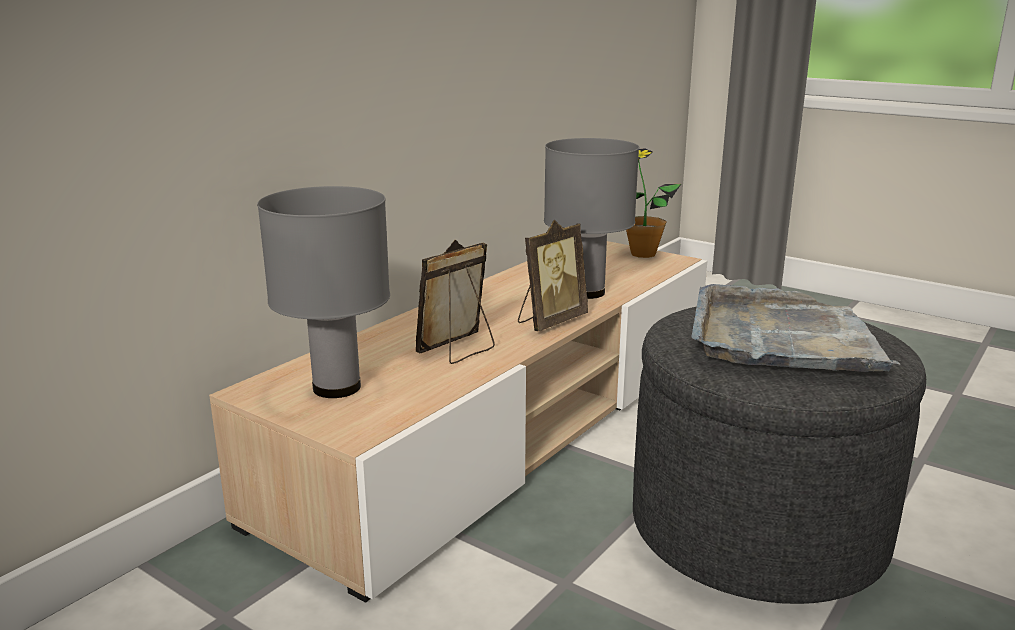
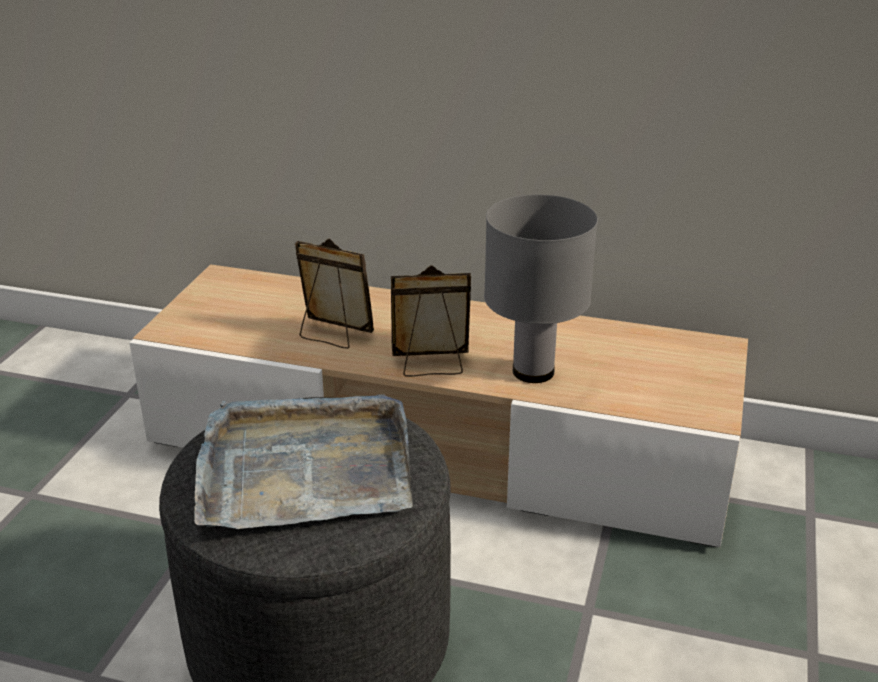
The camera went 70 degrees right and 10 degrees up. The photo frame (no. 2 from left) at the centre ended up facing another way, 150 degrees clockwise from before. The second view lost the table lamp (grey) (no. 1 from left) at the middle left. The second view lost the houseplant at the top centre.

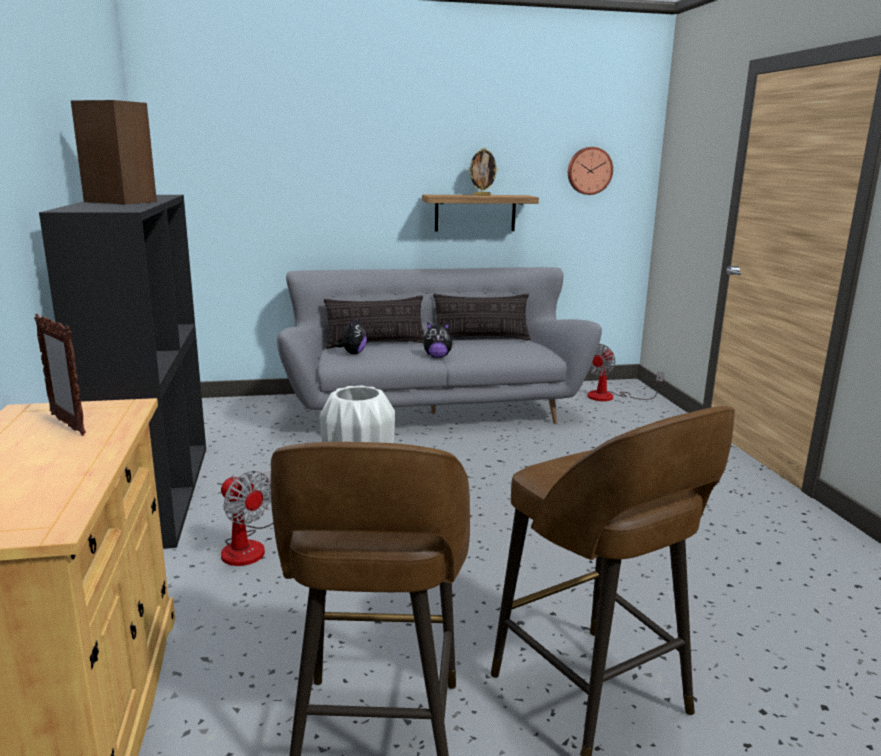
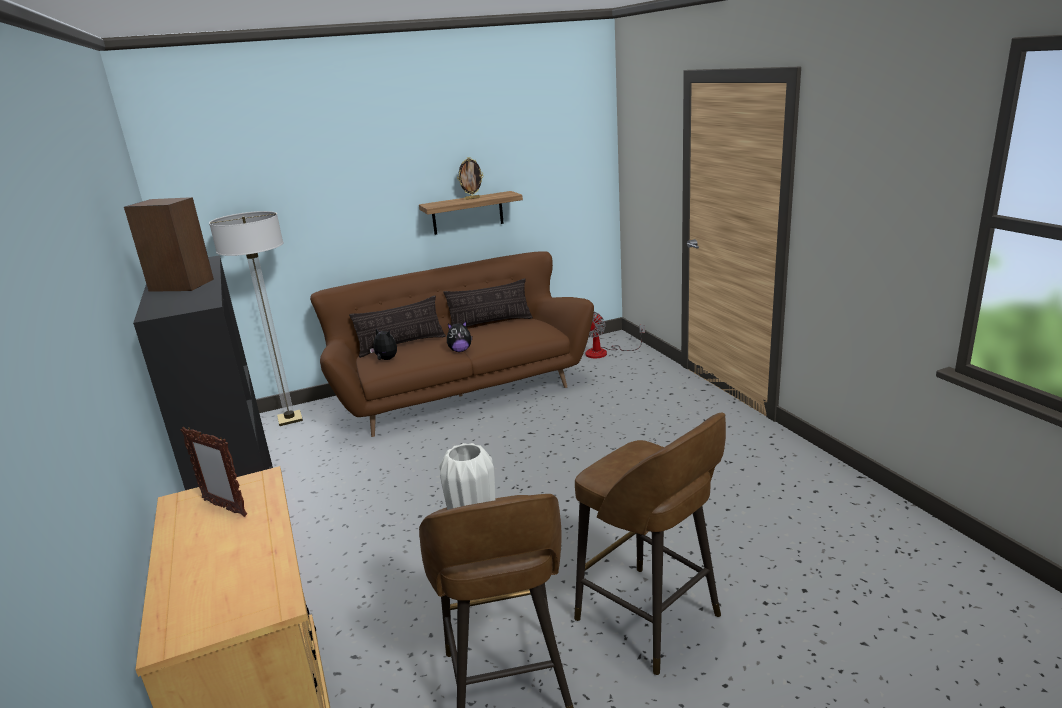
The camera went 10 degrees left and 5 degrees up. The second view gained the standard lamp at the middle left. What was the couch (grey) at the centre turned into the couch (brownish) at the centre. The plush toy (no. 1 from left) at the centre ended up facing another way, 60 degrees counterclockwise from before. The second view lost the fan (no. 1 from left) at the bottom left. The second view lost the wall clock at the top right.

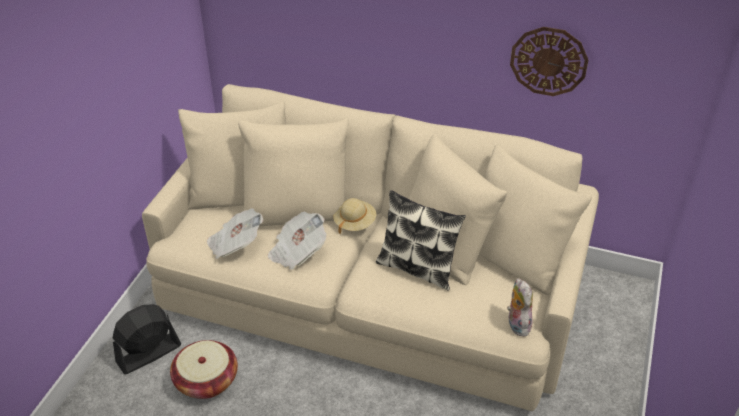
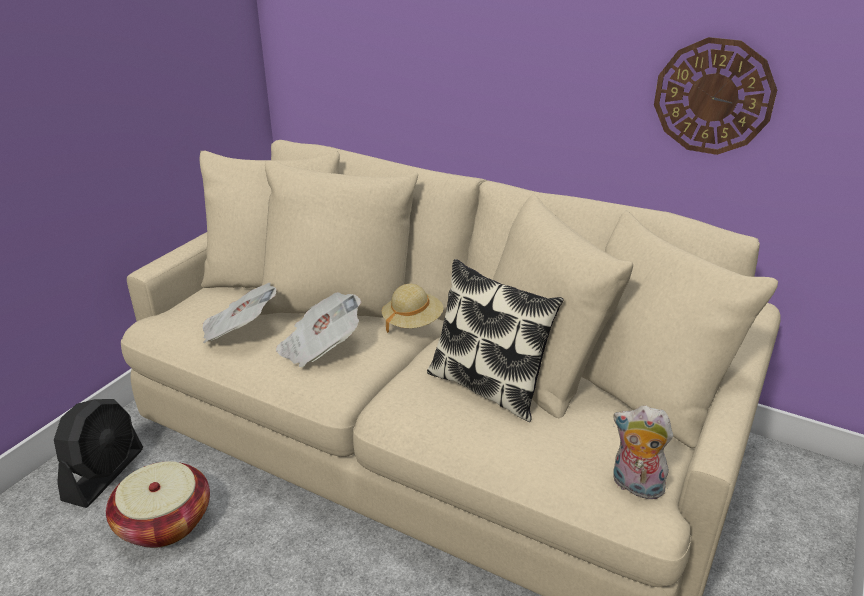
The camera went 10 degrees right and 10 degrees down. The fan (blackish) at the bottom left ended up facing another way, 135 degrees clockwise from before. The plush toy at the bottom right ended up facing another way, 60 degrees counterclockwise from before.

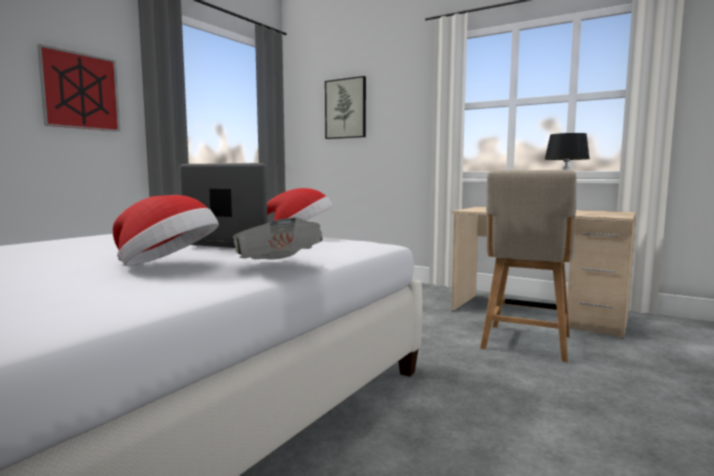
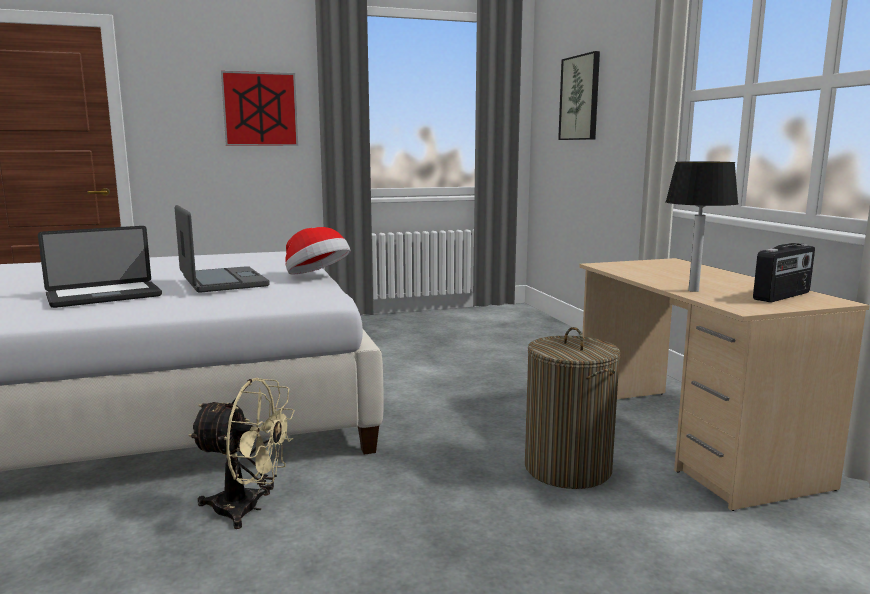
The camera went 40 degrees right and 5 degrees up. Where the wearable hat (no. 1 from left) stood at the middle left, the laptop (no. 1 from left) came to stand at the middle left. The second view gained the fan (sand-coloured) at the bottom left. Where the upright chair (sand-coloured) stood at the middle right, the laundry basket came to stand at the bottom centre. The second view gained the radio at the middle right. The second view lost the newspaper at the centre.

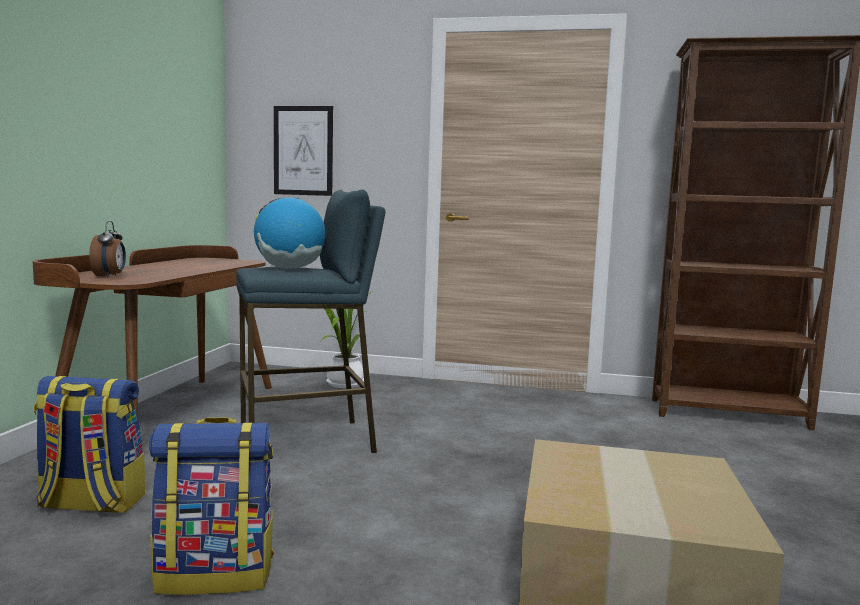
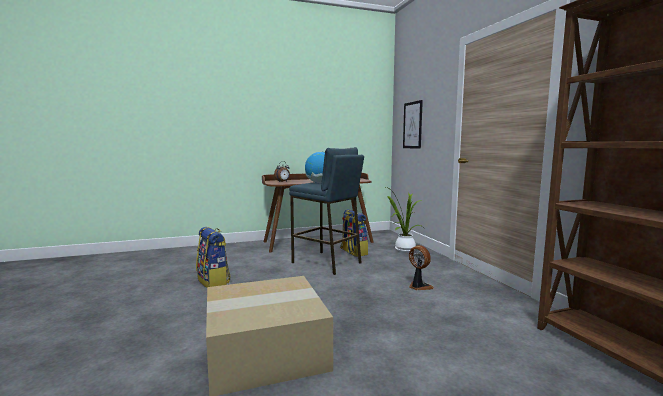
The camera went 60 degrees right and 0 degrees up. The knapsack (no. 1 from left in the first image) ended up elsewhere, having gone from the bottom left to the centre. The second view gained the fan at the bottom centre.

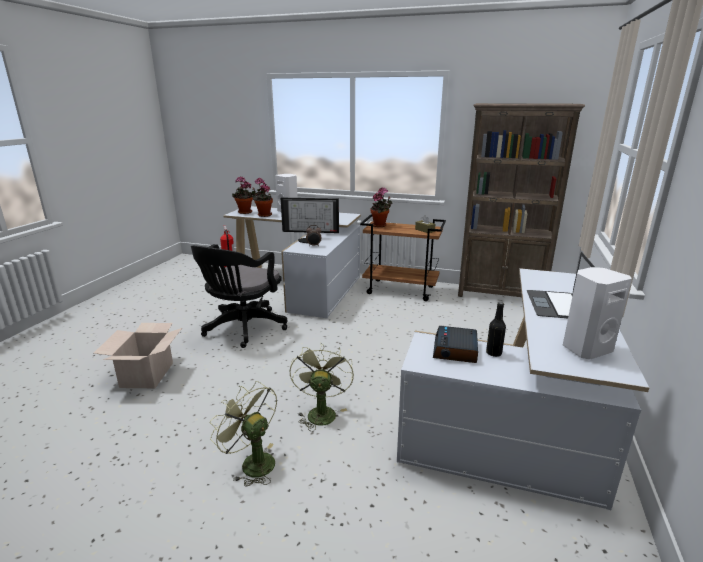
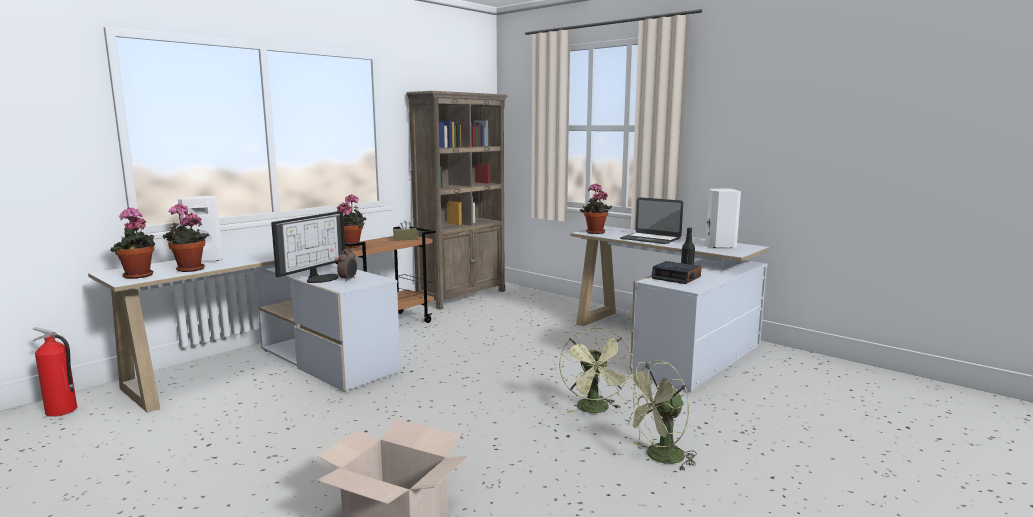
The camera went 65 degrees left and 10 degrees down. The fan (green-coloured) (no. 2 from left in the first image) at the bottom centre ended up facing another way, 120 degrees counterclockwise from before. The second view gained the houseplant (no. 4 from left) at the centre. The second view lost the desk chair (blackish) at the centre.

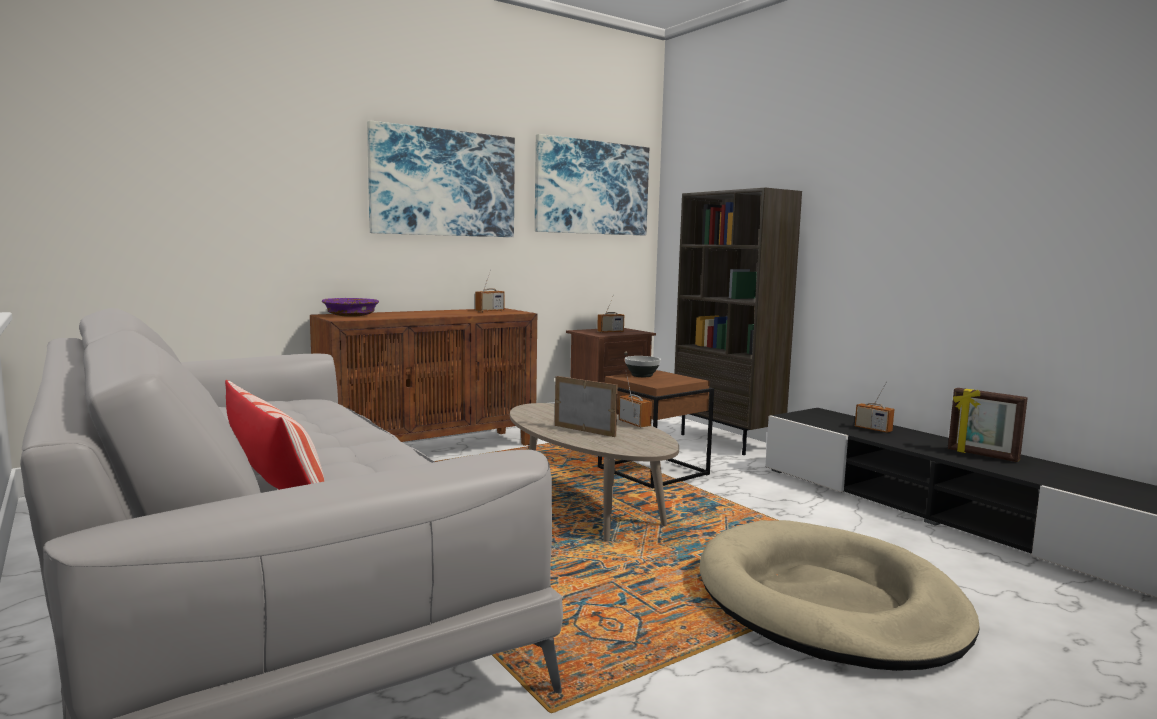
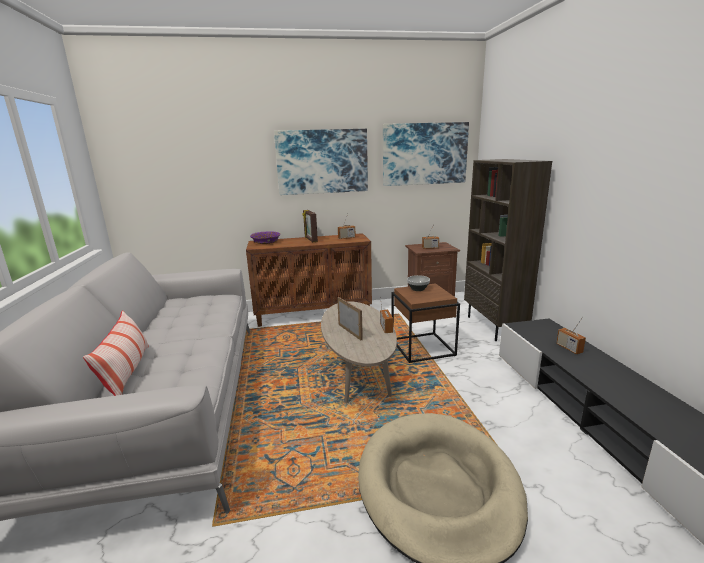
The camera went 25 degrees right and 10 degrees up. The photo frame (no. 2 from left in the first image) ended up elsewhere, having gone from the middle right to the centre.

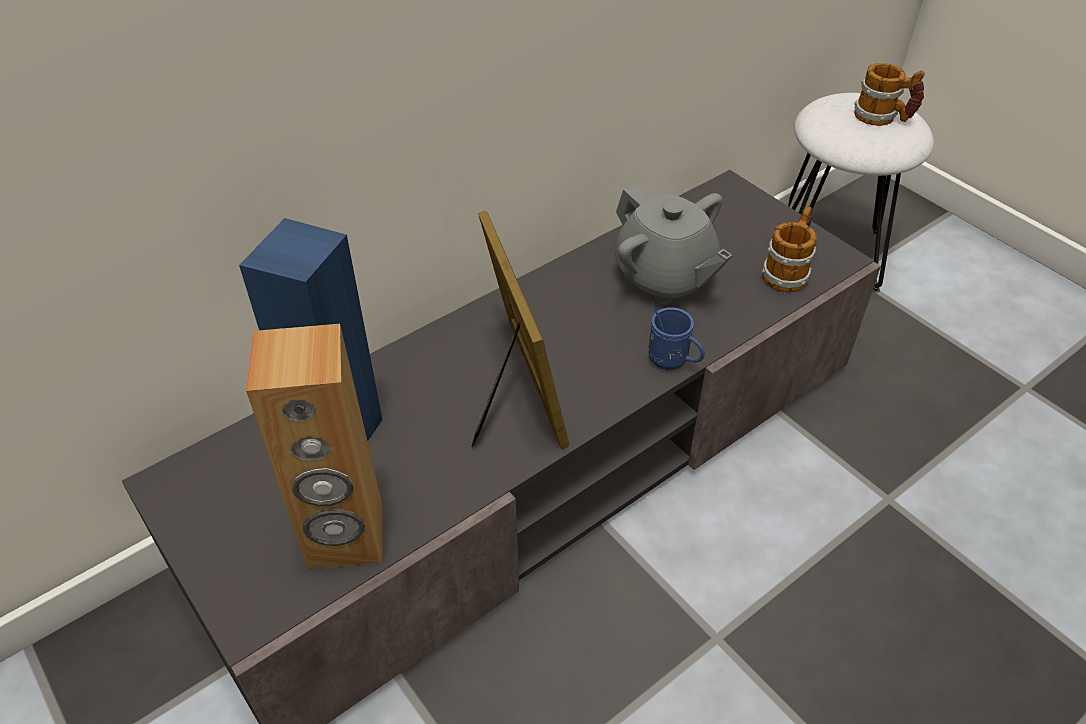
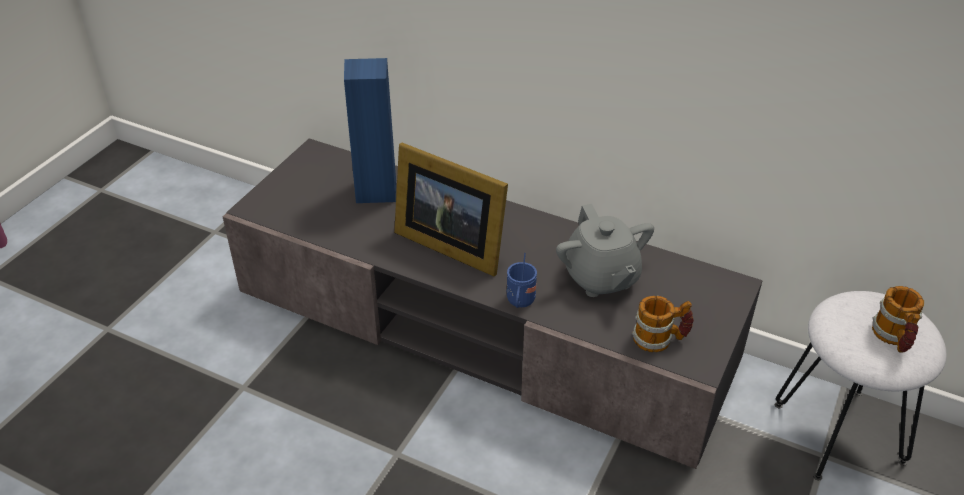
The camera went 65 degrees right and 5 degrees down. The photo frame at the centre ended up facing another way, 75 degrees clockwise from before. The pot for tea (grey) at the centre ended up facing another way, 45 degrees counterclockwise from before. The second view lost the loudspeaker (brownish) at the middle left.

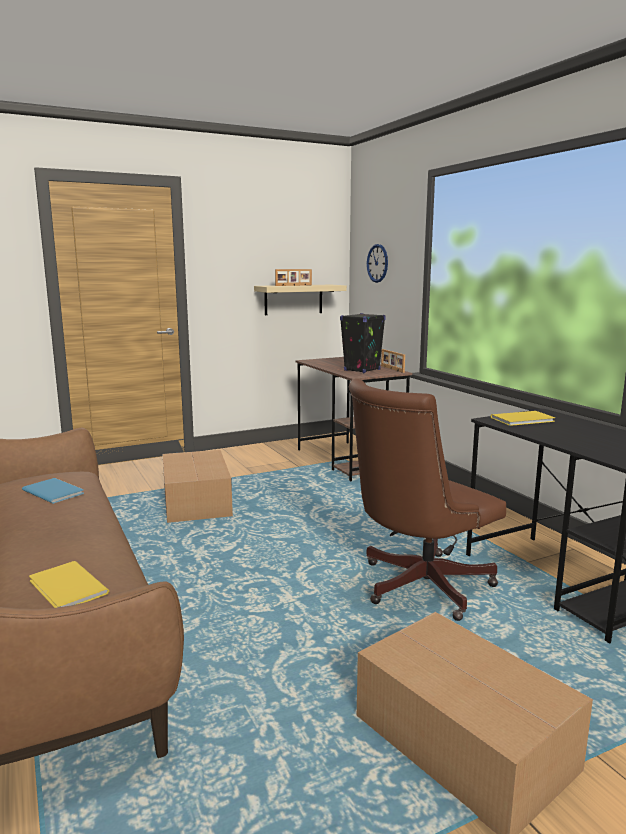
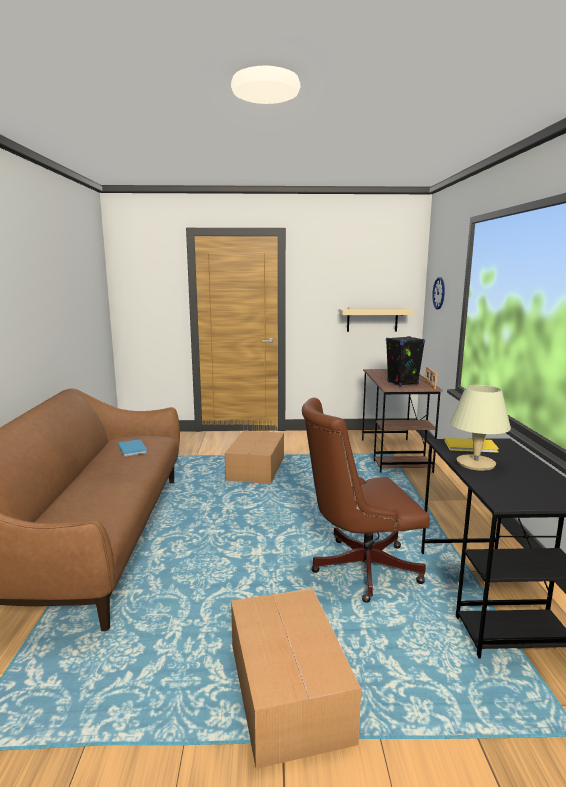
The camera went 25 degrees right and 0 degrees up. The second view gained the table lamp (sand-coloured) at the middle right. The second view lost the bound book (yellow) (no. 1 from left) at the bottom left. The second view lost the photo frame (no. 1 from left) at the top centre.

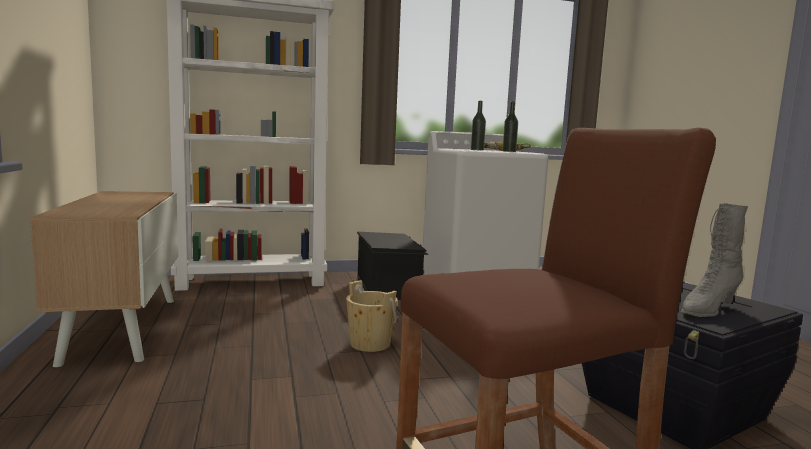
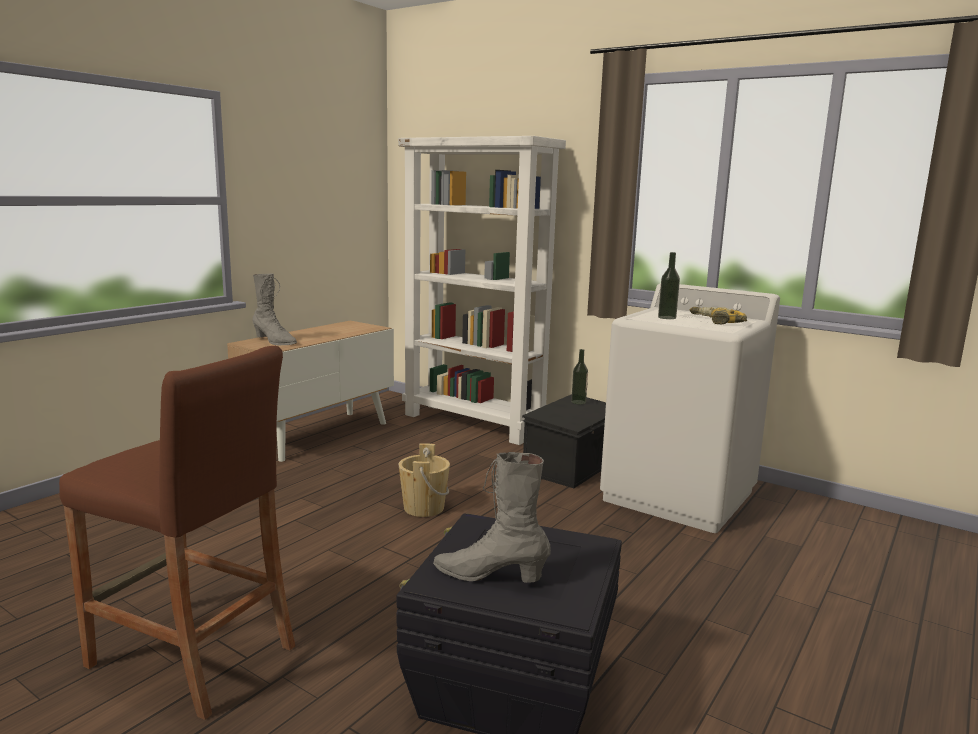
The camera went 50 degrees right and 5 degrees up. The second view gained the boot (grey) (no. 1 from left) at the middle left. The drink bottle (no. 2 from left in the first image) ended up elsewhere, having gone from the top centre to the centre.

